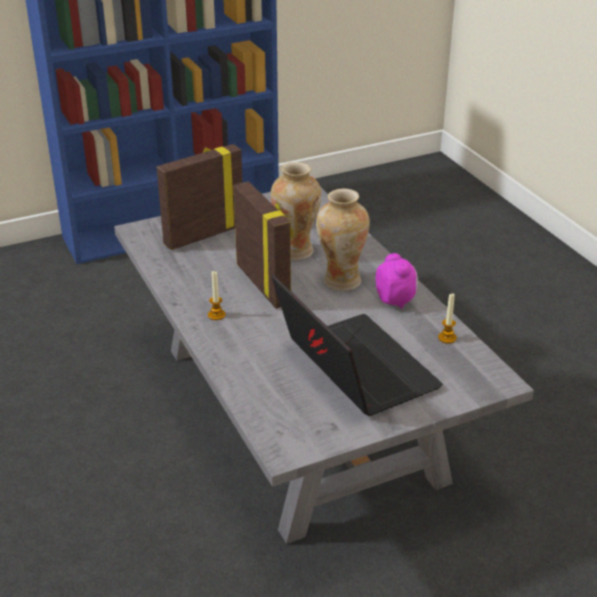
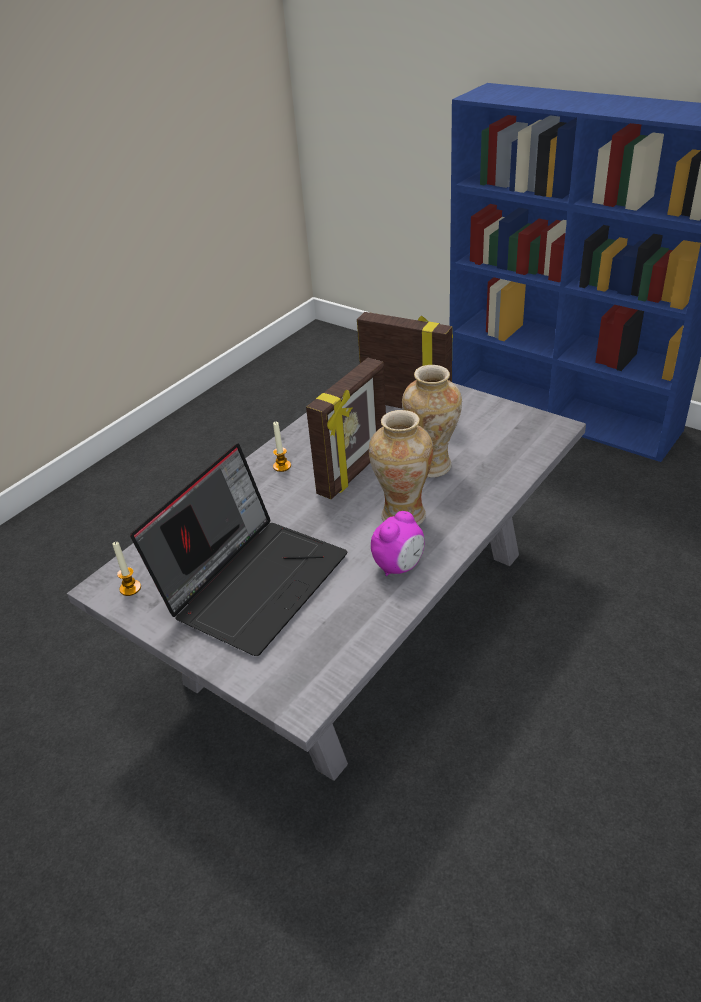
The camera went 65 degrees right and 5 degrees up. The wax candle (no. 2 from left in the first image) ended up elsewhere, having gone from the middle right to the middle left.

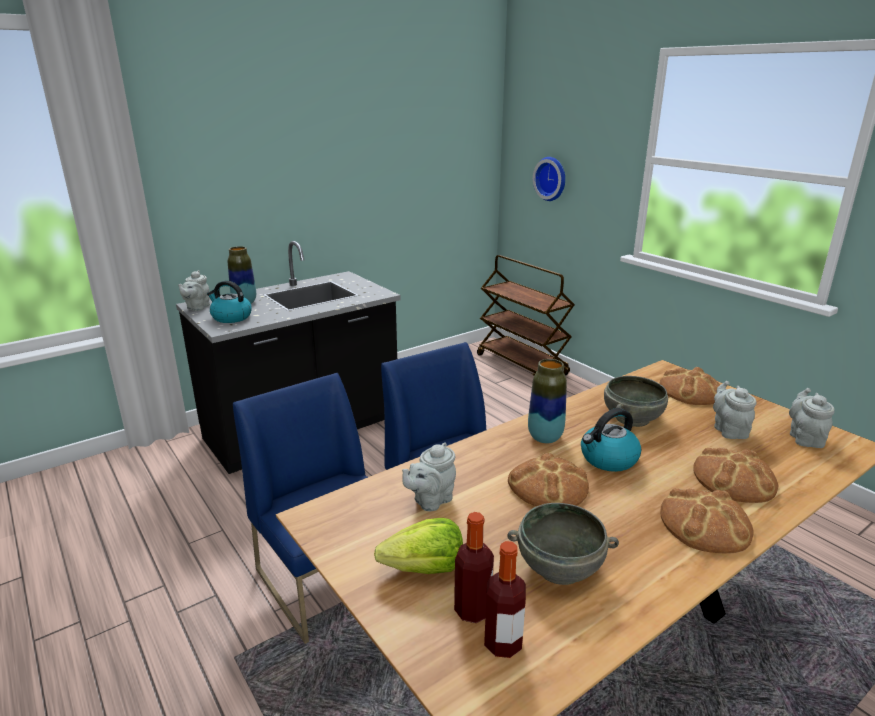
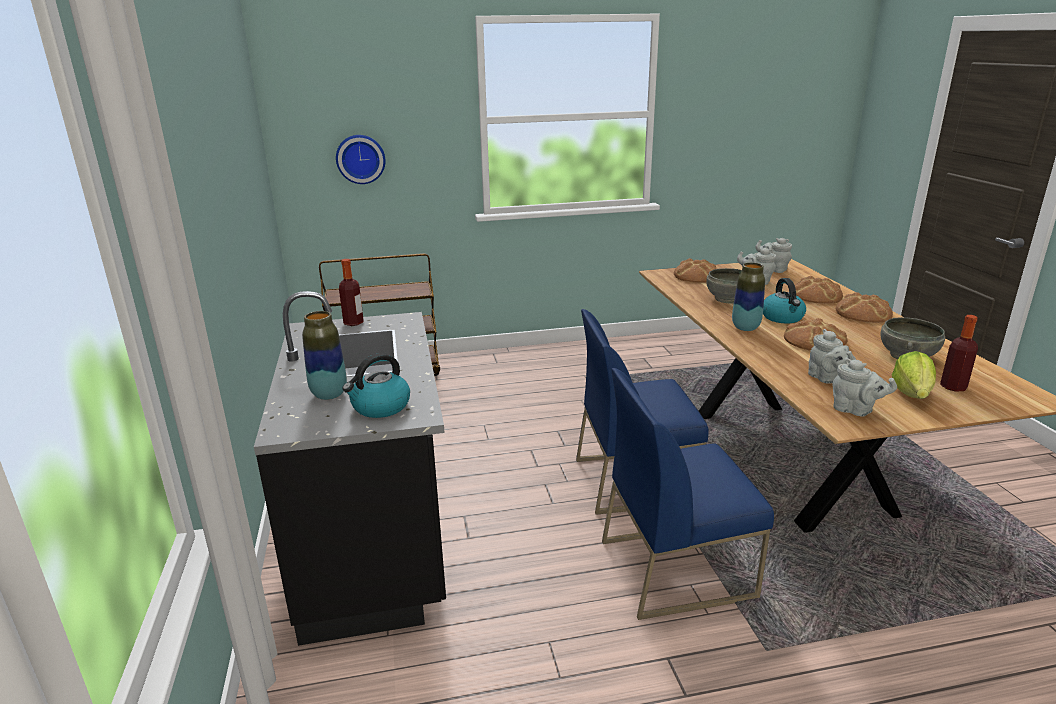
The camera went 65 degrees left and 0 degrees up. The drink bottle (no. 2 from left in the first image) ended up elsewhere, having gone from the bottom centre to the middle left. The pot for tea (grey) (no. 1 from left in the first image) ended up elsewhere, having gone from the middle left to the middle right.

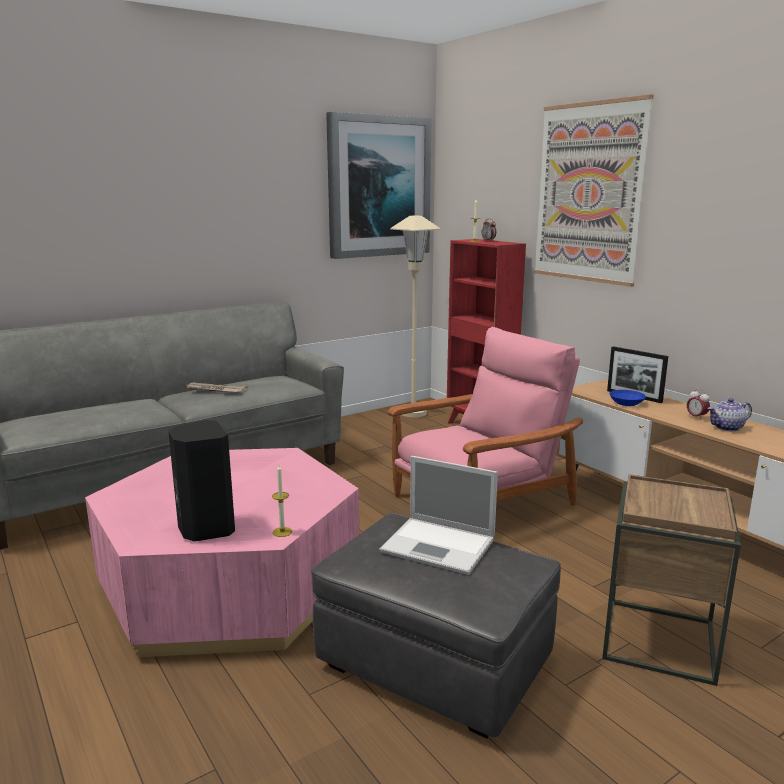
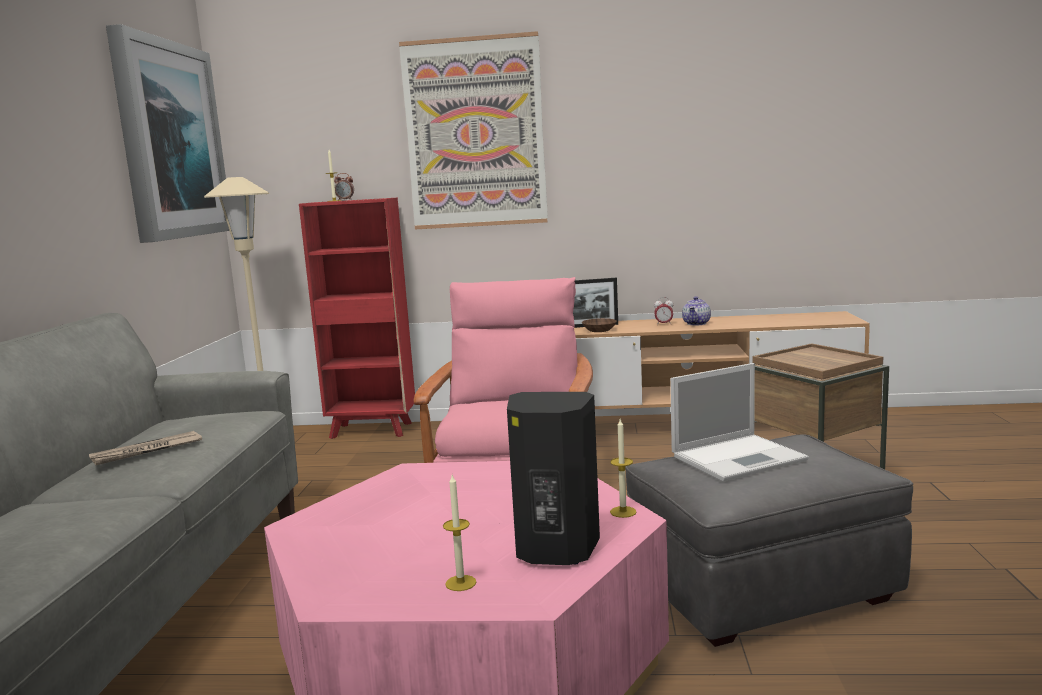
The camera went 50 degrees left and 5 degrees down. The second view gained the wax candle (no. 2 from left) at the bottom centre. What was the serving bowl (bluish) at the middle right turned into the serving bowl (brownish) at the centre.

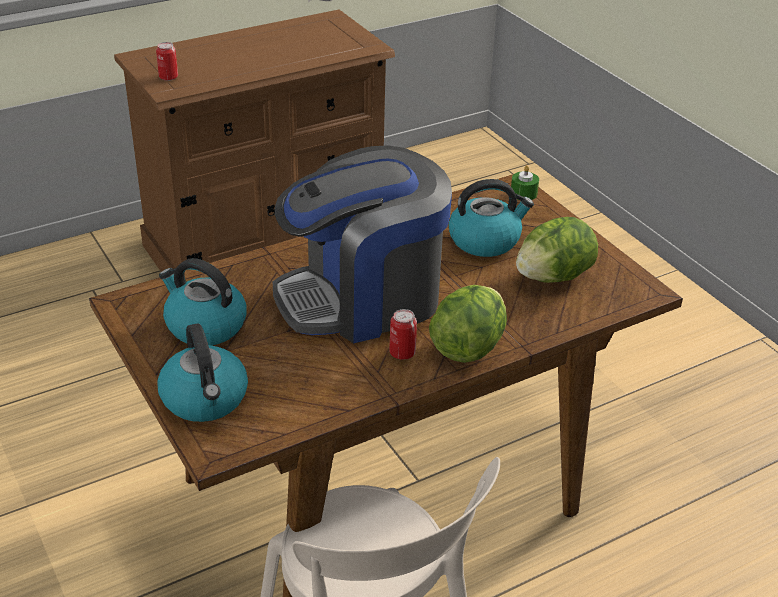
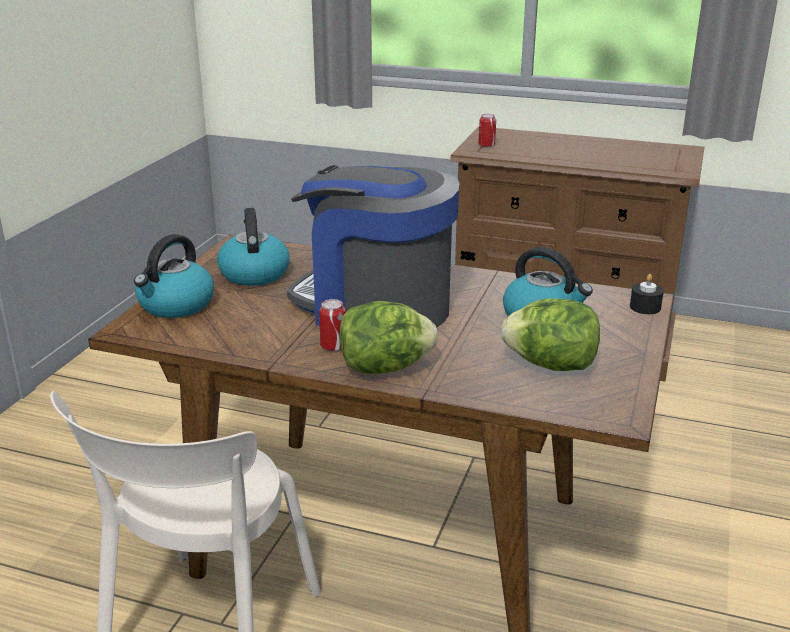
The camera went 50 degrees right and 10 degrees down. What was the wax candle (green-coloured) at the top right turned into the wax candle (blackish) at the middle right.

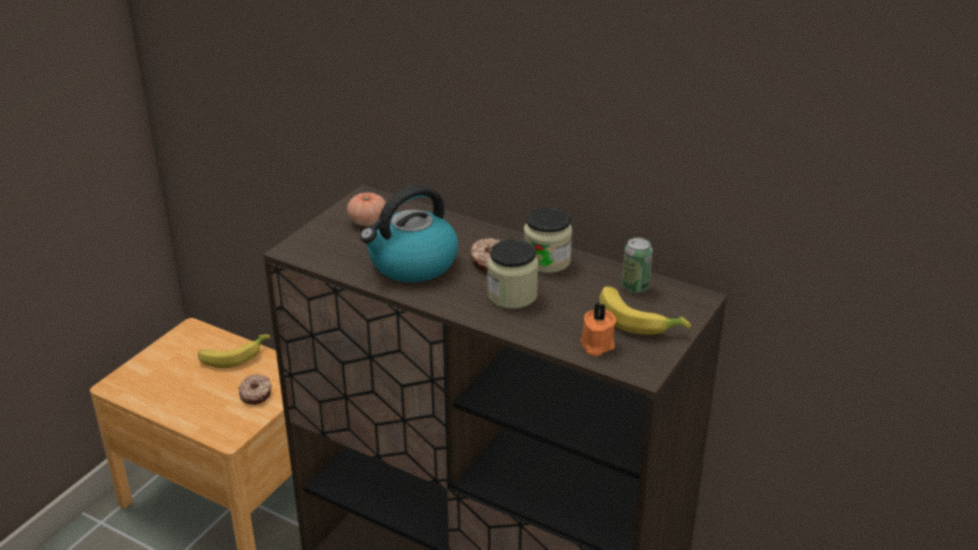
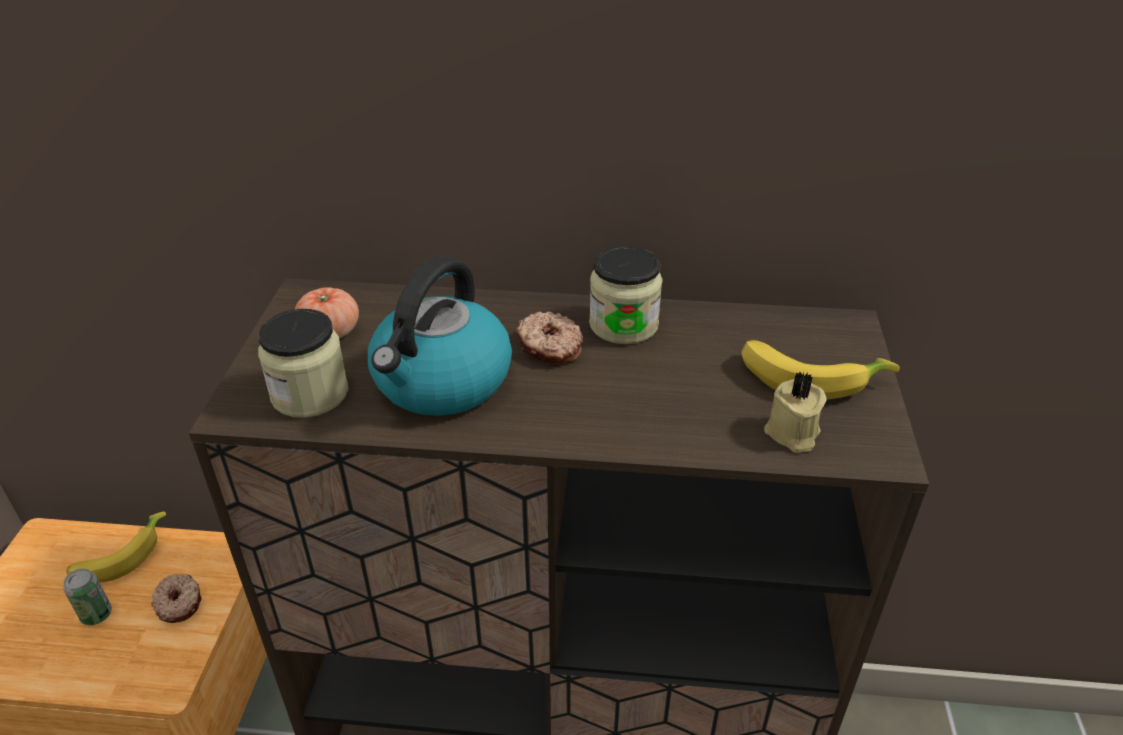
The camera went 25 degrees left and 5 degrees up. The sealed can ended up elsewhere, having gone from the centre to the bottom left. The jar (no. 1 from left) ended up elsewhere, having gone from the centre to the middle left. What was the wax candle (orange) at the centre turned into the wax candle (sand-coloured) at the middle right.

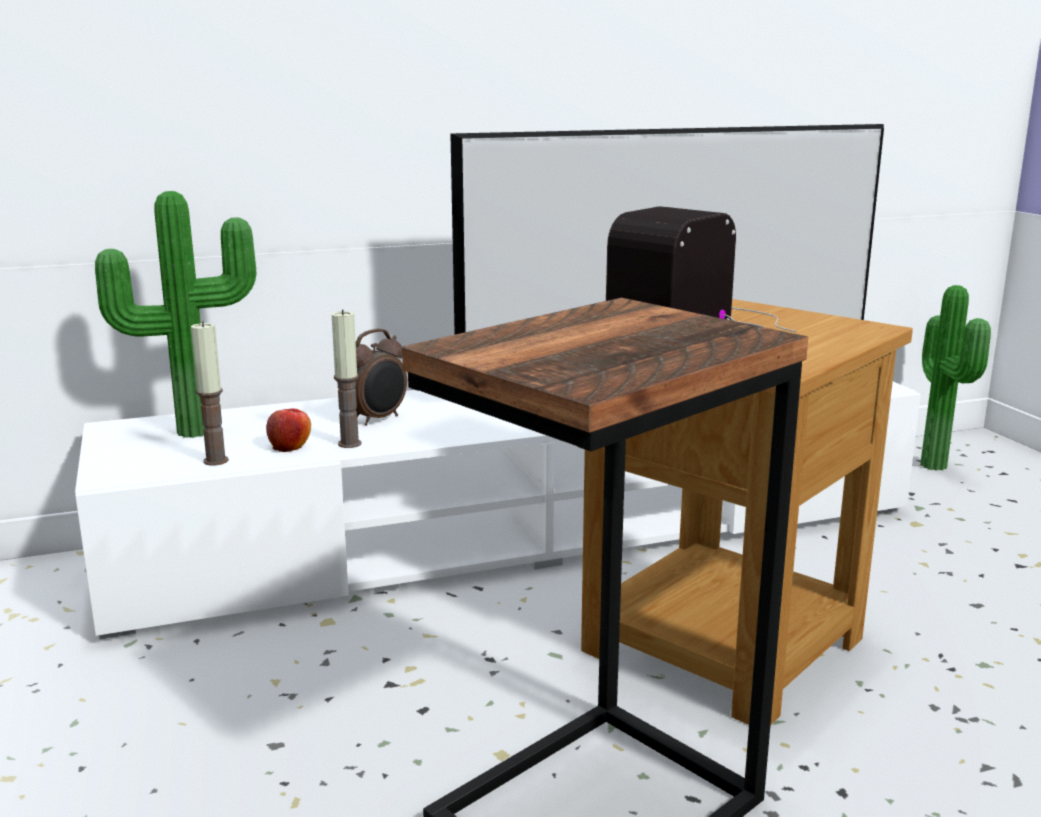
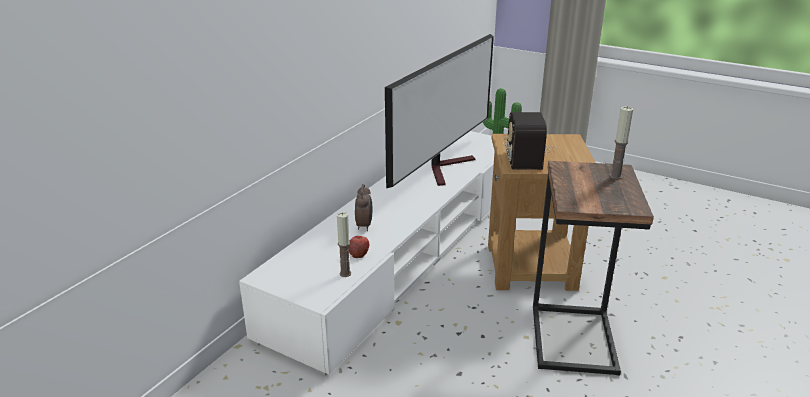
The camera went 40 degrees left and 10 degrees up. The wax candle (no. 2 from left) ended up elsewhere, having gone from the centre to the middle right. The second view lost the houseplant (no. 1 from left) at the middle left.

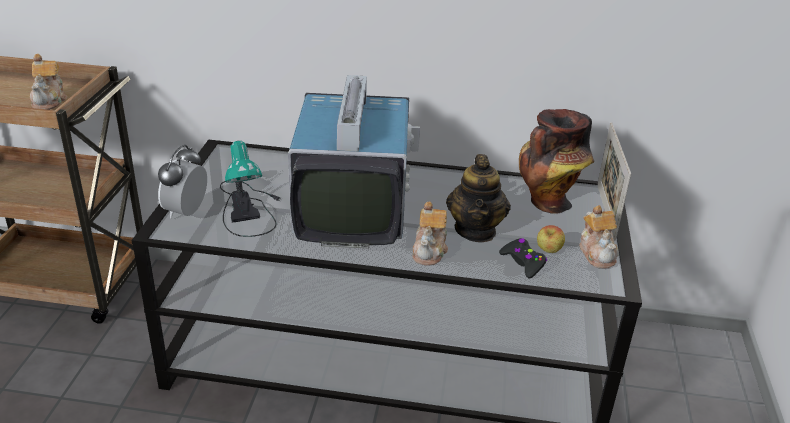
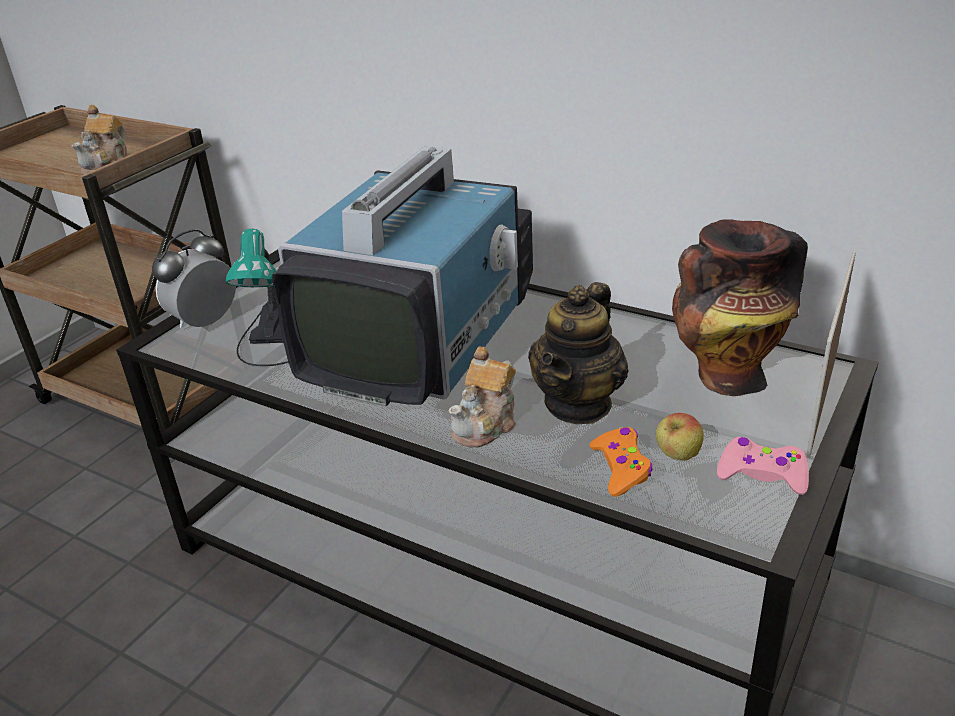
The camera went 25 degrees right and 0 degrees up. What was the gamepad (blackish) at the centre turned into the gamepad (orange) at the centre. Where the pot for tea (no. 4 from left) stood at the middle right, the gamepad (pink) came to stand at the middle right.

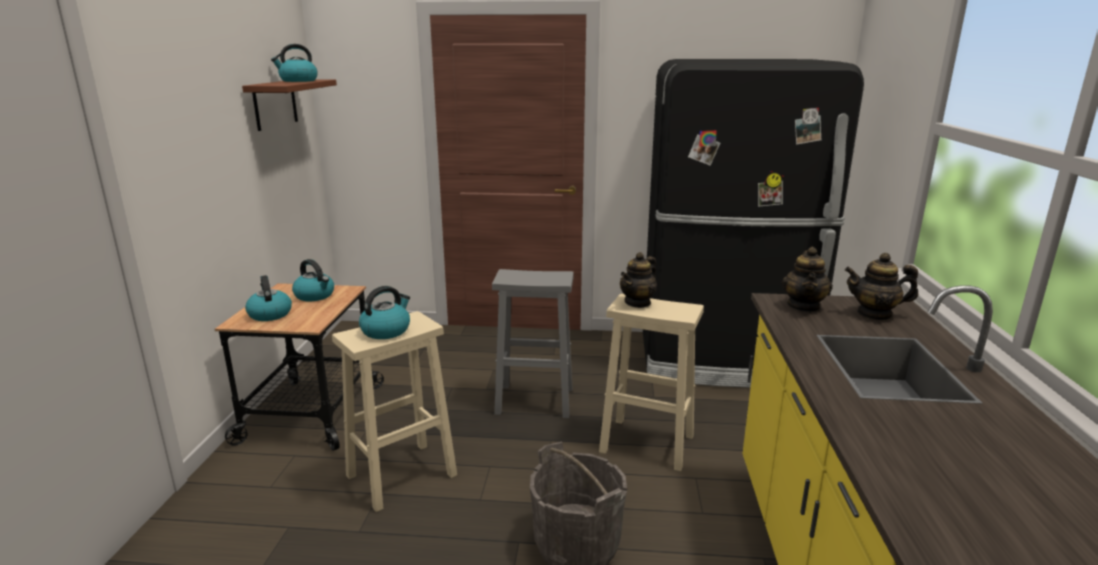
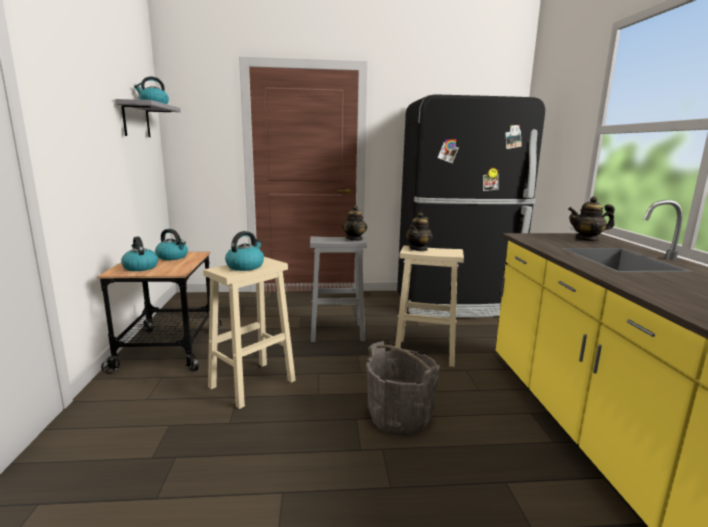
The camera went 10 degrees left and 5 degrees down. What was the bracket shelf (brownish) at the top left turned into the bracket shelf (grey) at the top left. The pot for tea (no. 2 from left in the first image) ended up elsewhere, having gone from the middle right to the centre.

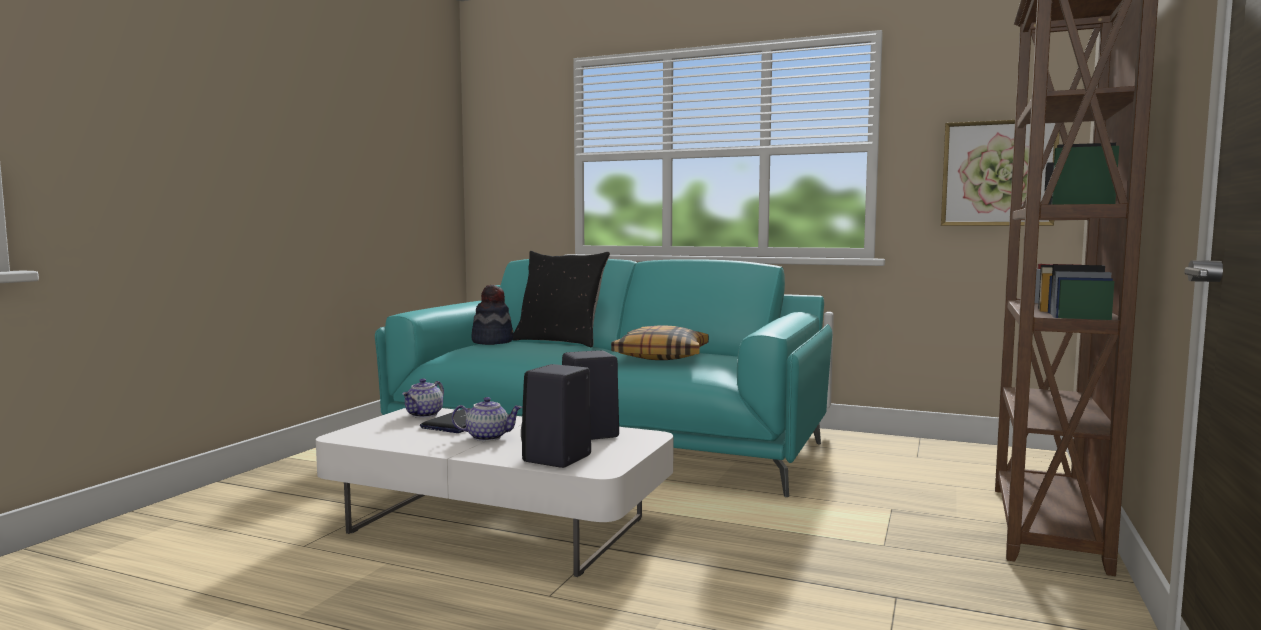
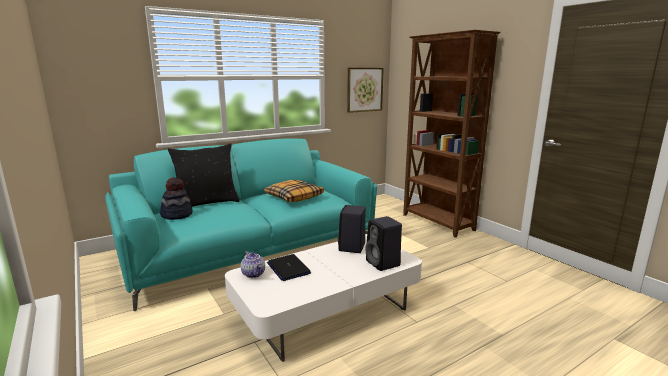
The camera went 55 degrees left and 10 degrees up. The second view lost the pot for tea (no. 2 from left) at the centre.

